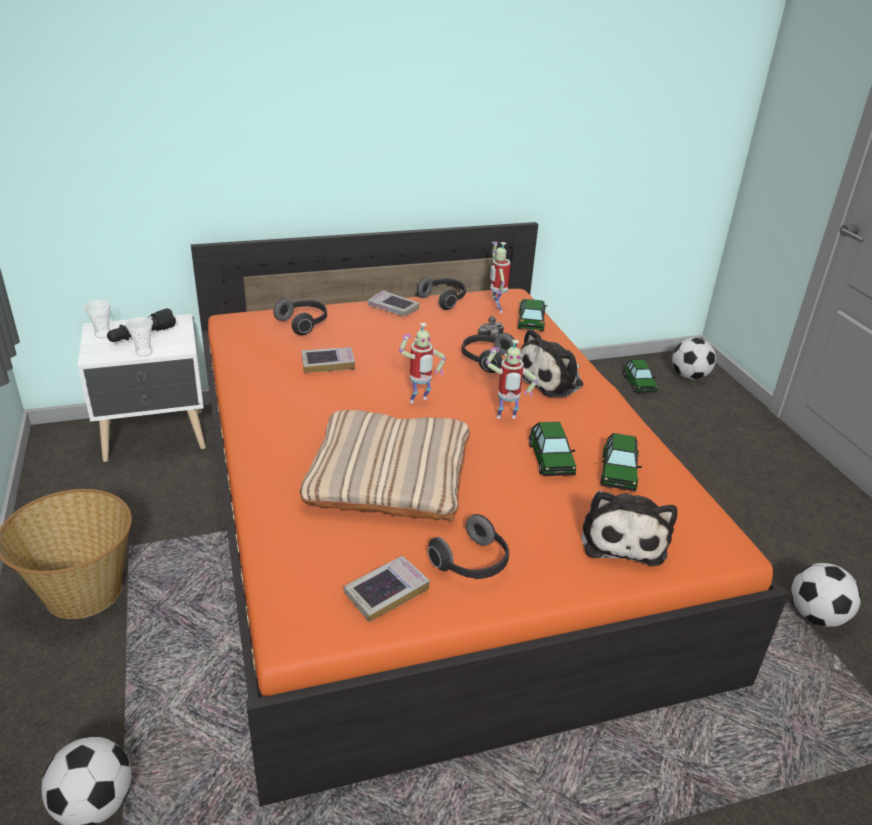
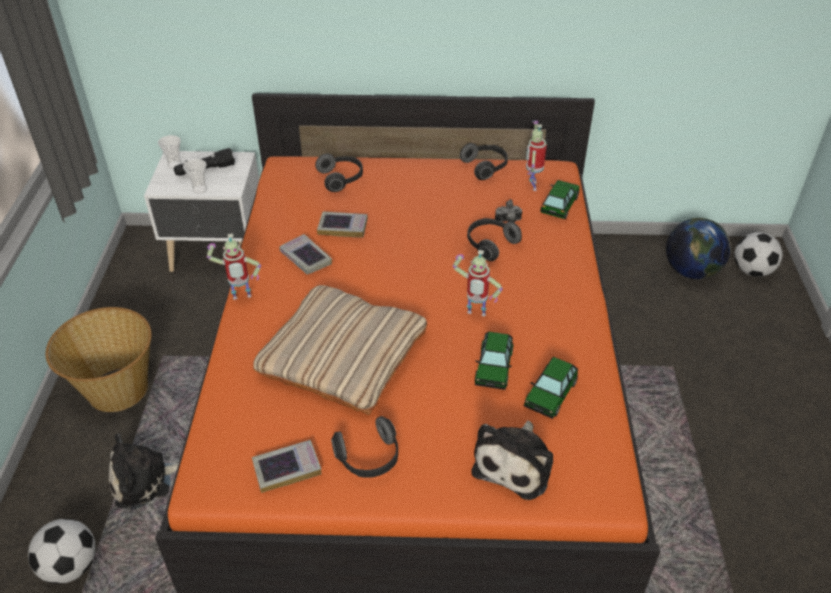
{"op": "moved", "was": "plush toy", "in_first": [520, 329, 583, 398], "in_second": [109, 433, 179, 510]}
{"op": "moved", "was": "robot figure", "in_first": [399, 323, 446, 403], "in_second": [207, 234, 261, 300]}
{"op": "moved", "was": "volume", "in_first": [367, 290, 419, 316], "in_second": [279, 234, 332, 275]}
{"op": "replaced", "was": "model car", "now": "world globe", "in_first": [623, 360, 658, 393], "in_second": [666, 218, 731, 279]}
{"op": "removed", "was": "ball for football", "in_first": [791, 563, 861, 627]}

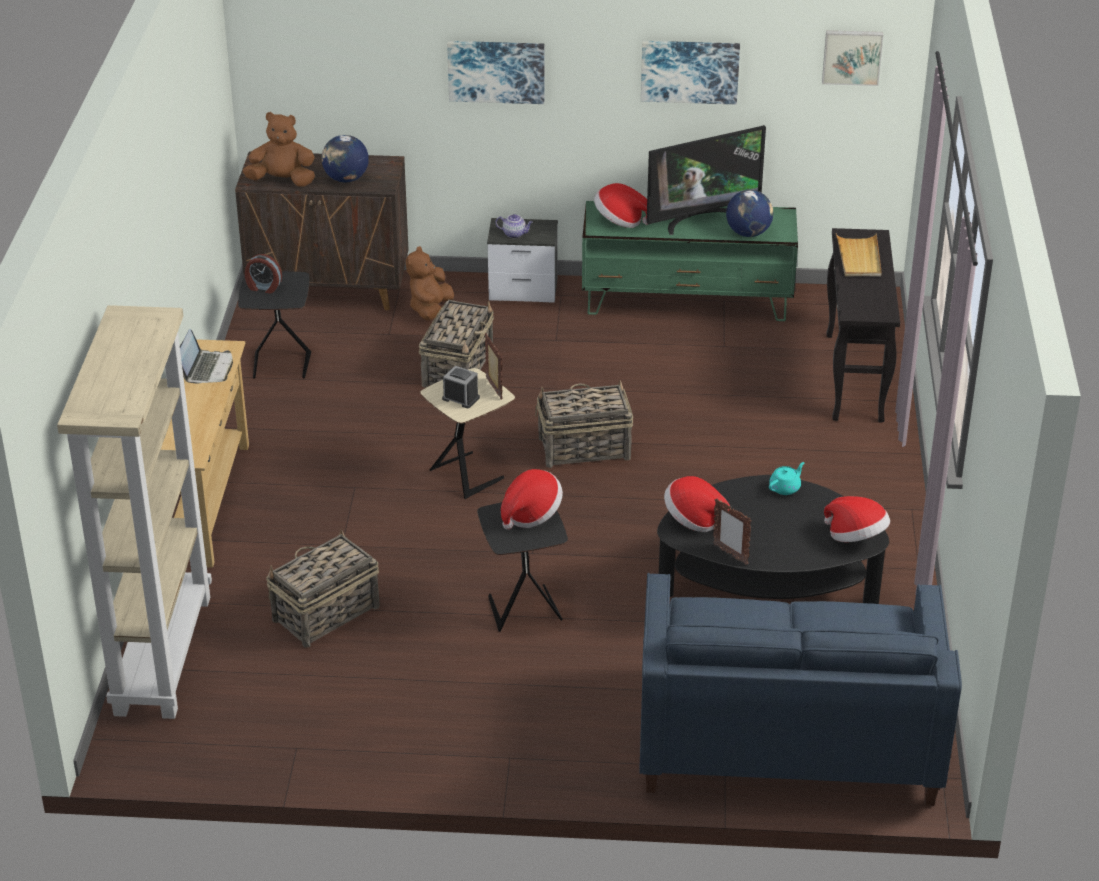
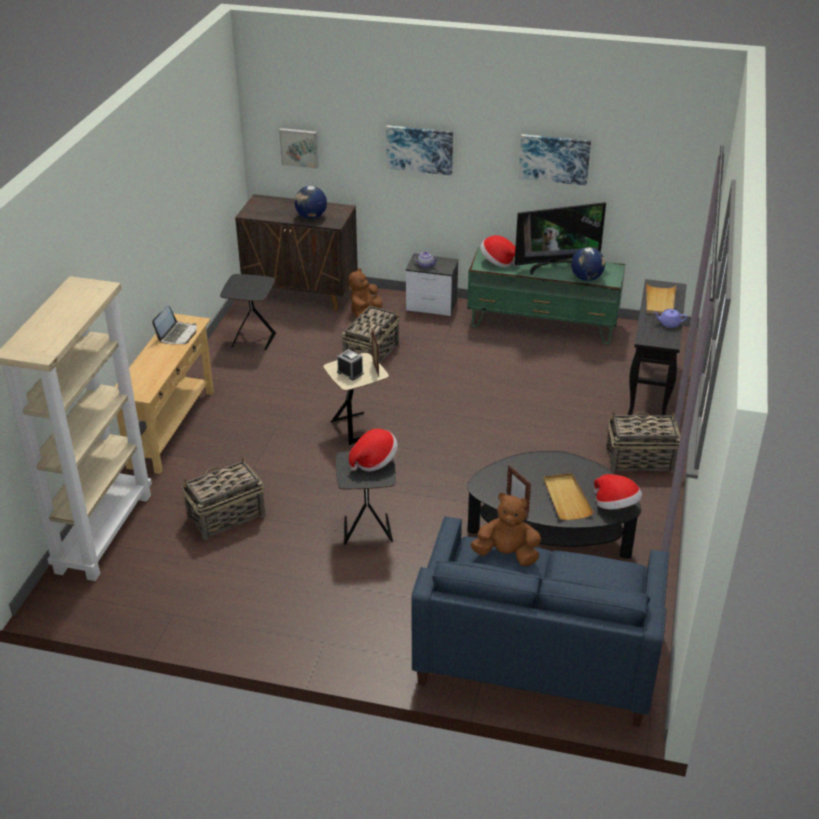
{"op": "moved", "was": "wall picture", "in_first": [822, 30, 883, 86], "in_second": [279, 128, 319, 169]}
{"op": "moved", "was": "brown plush toy", "in_first": [243, 112, 315, 187], "in_second": [470, 493, 541, 566]}
{"op": "added", "now": "beige serving tray", "in_second": [543, 473, 594, 520]}
{"op": "moved", "was": "household basket", "in_first": [535, 380, 633, 468], "in_second": [606, 411, 680, 473]}
{"op": "added", "now": "purplish teapot", "in_second": [653, 309, 687, 328]}
{"op": "removed", "was": "alarm clock", "in_first": [245, 254, 282, 294]}
{"op": "removed", "was": "hat", "in_first": [664, 476, 730, 532]}
{"op": "removed", "was": "blue-green teapot", "in_first": [769, 462, 805, 495]}

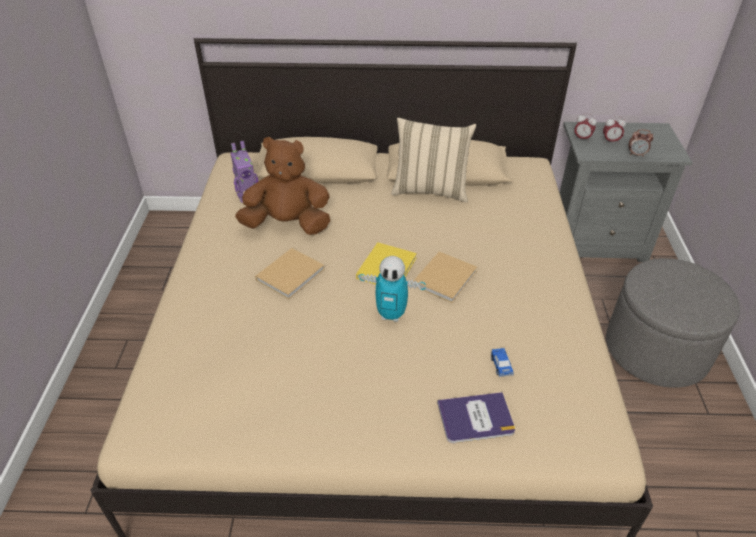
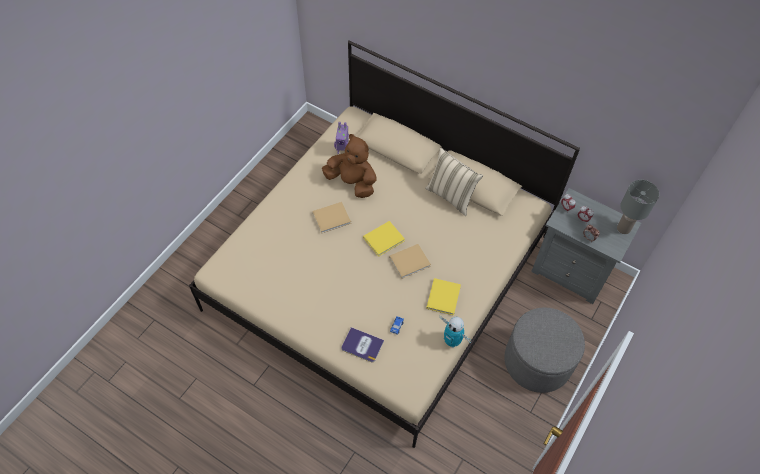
{"op": "added", "now": "yellowish volume", "in_second": [426, 278, 461, 315]}
{"op": "moved", "was": "robot figure", "in_first": [359, 256, 426, 322], "in_second": [439, 316, 472, 348]}
{"op": "added", "now": "gray lamp for a table", "in_second": [617, 180, 659, 234]}

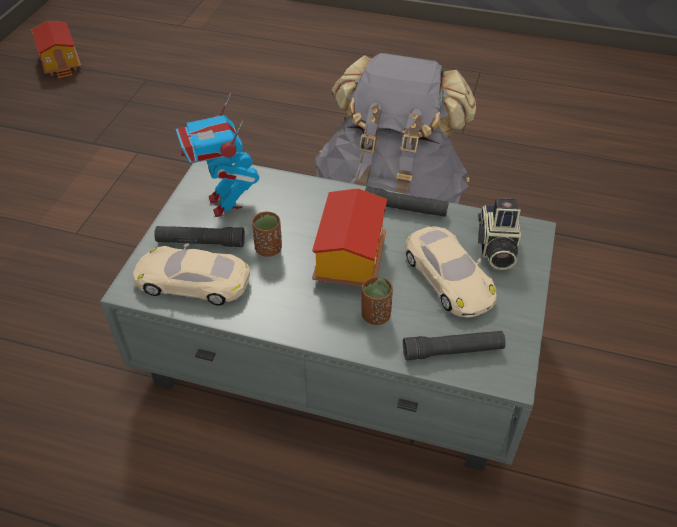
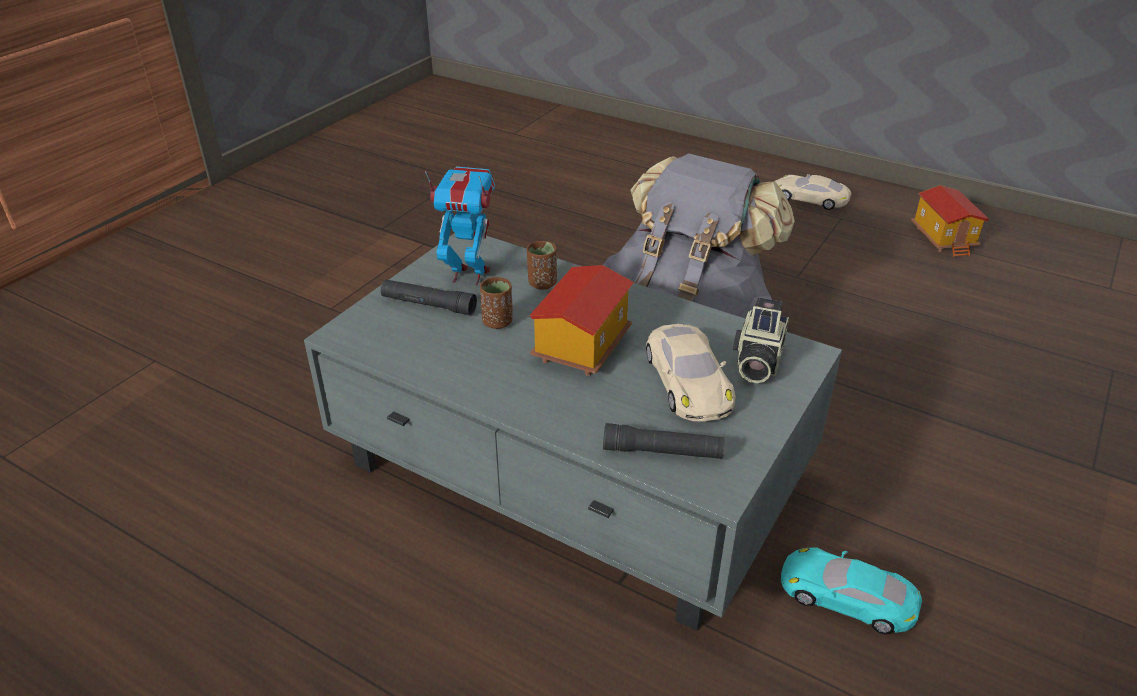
{"op": "turned", "was": "robot figure", "in_first": [176, 93, 259, 217], "in_second": [425, 167, 495, 285], "clockwise": 105}
{"op": "moved", "was": "brown cup", "in_first": [362, 277, 393, 325], "in_second": [527, 241, 557, 290]}
{"op": "moved", "was": "beige model car", "in_first": [133, 244, 250, 306], "in_second": [775, 174, 852, 210]}
{"op": "added", "now": "blue-green model car", "in_second": [781, 548, 922, 634]}
{"op": "moved", "was": "miniature house", "in_first": [32, 21, 81, 78], "in_second": [911, 185, 989, 257]}
{"op": "removed", "was": "black-coloured torch", "in_first": [365, 186, 449, 217]}

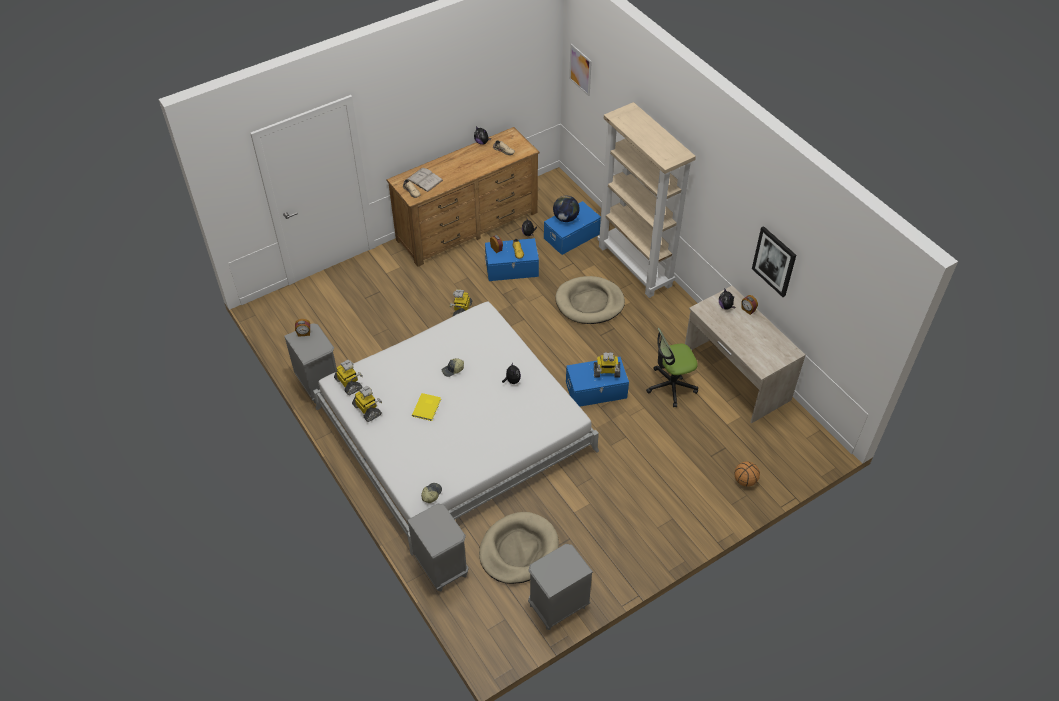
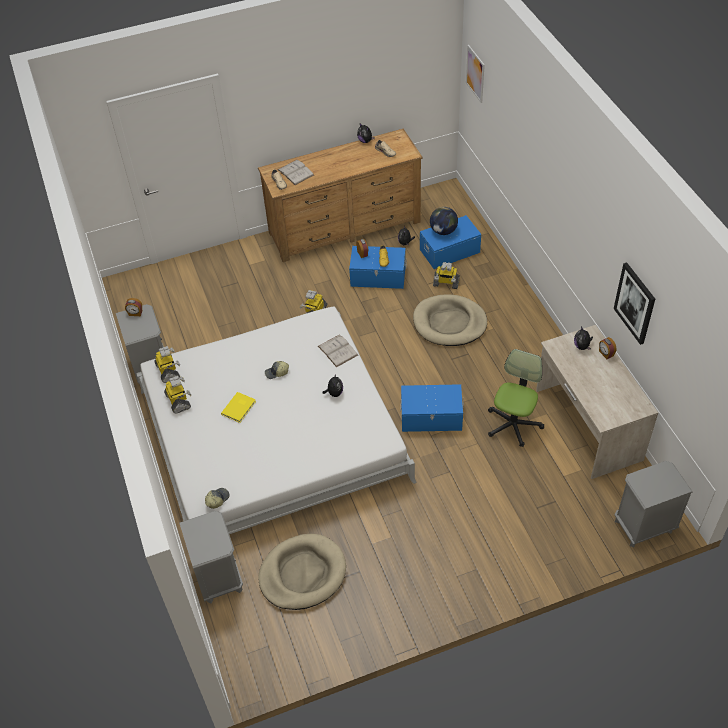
{"op": "added", "now": "white-coloured volume", "in_second": [318, 334, 358, 367]}
{"op": "moved", "was": "robot figure", "in_first": [594, 352, 620, 378], "in_second": [433, 262, 460, 289]}
{"op": "turned", "was": "computer chair", "in_first": [646, 328, 698, 407], "in_second": [488, 349, 544, 447], "clockwise": 120}
{"op": "moved", "was": "gray bedside table", "in_first": [528, 544, 593, 630], "in_second": [614, 461, 693, 547]}
{"op": "removed", "was": "beige shelving unit", "in_first": [597, 102, 696, 298]}
{"op": "removed", "was": "basketball ball", "in_first": [734, 462, 760, 487]}

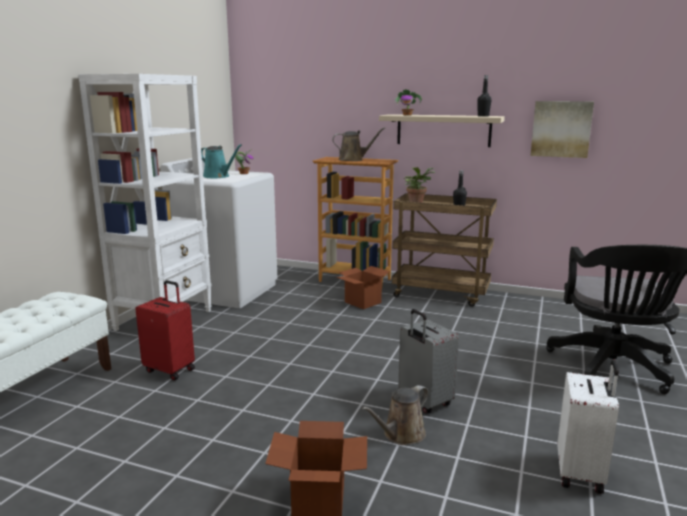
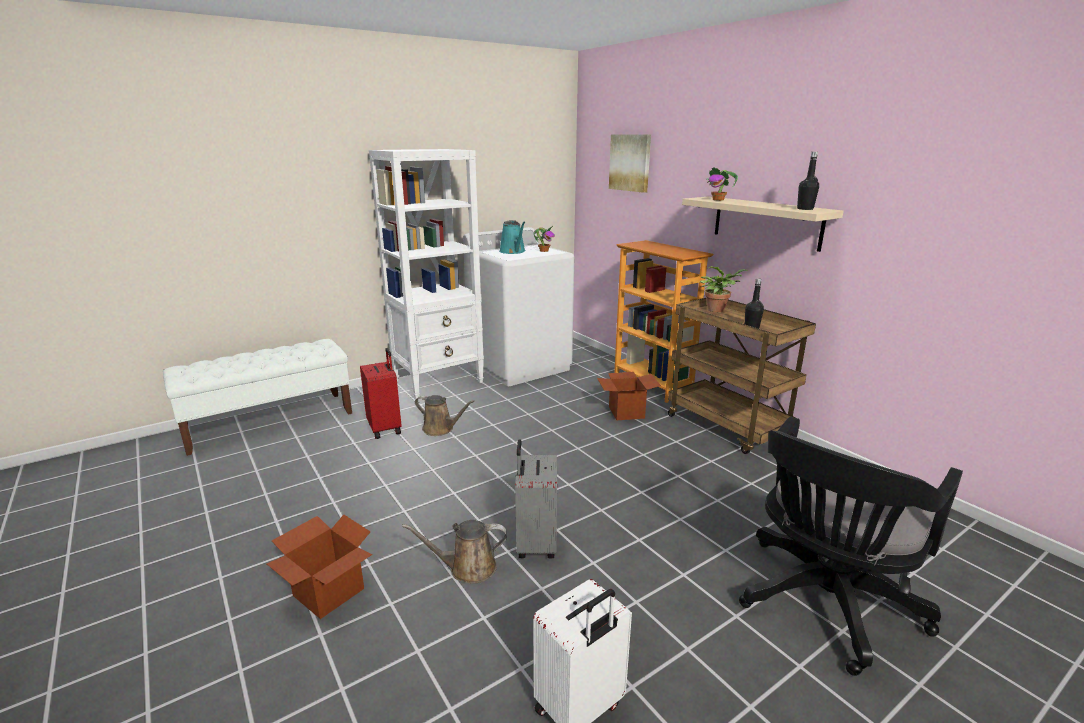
{"op": "moved", "was": "brown watering can", "in_first": [332, 127, 385, 161], "in_second": [415, 395, 474, 436]}
{"op": "moved", "was": "wall picture", "in_first": [531, 101, 594, 158], "in_second": [609, 134, 651, 193]}

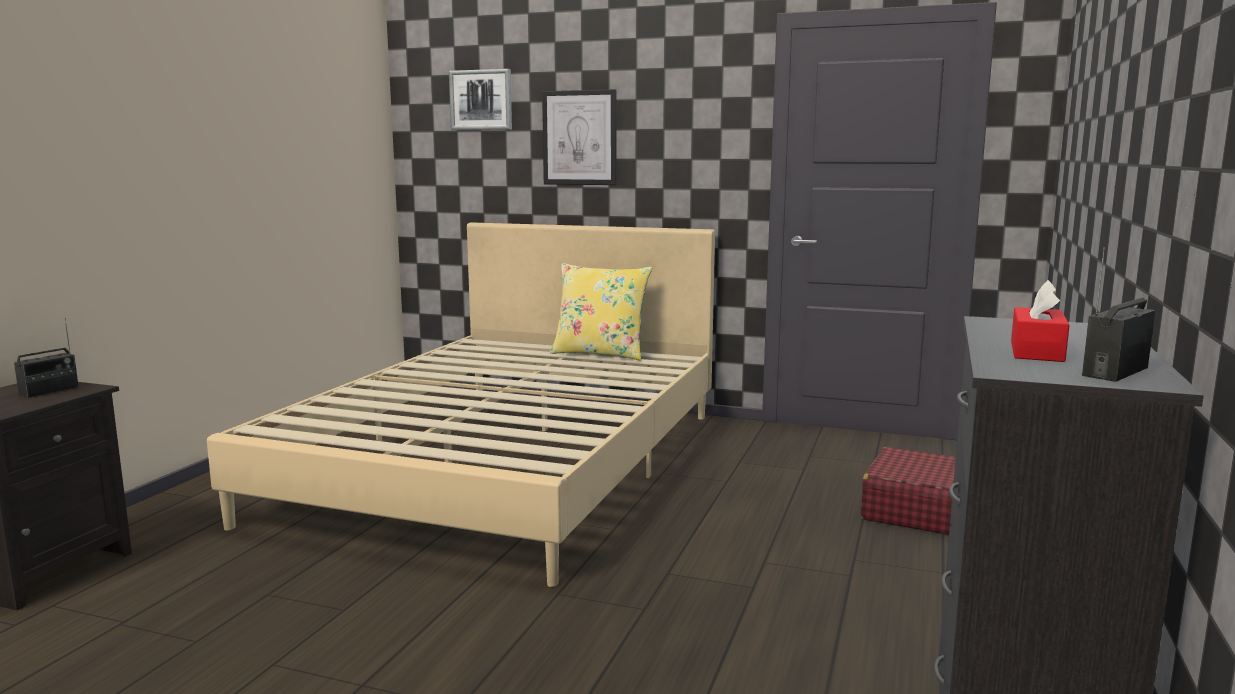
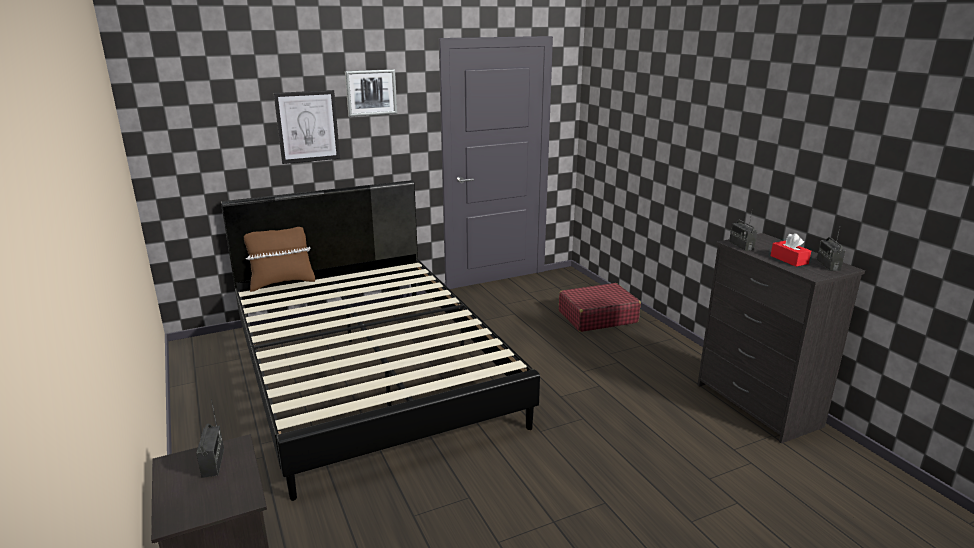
{"op": "recoloured", "was": "beige sleeping bed", "now": "black-coloured sleeping bed", "in_first": [207, 222, 715, 587], "in_second": [221, 180, 540, 501]}
{"op": "added", "now": "brown throw pillow", "in_second": [244, 227, 315, 292]}
{"op": "moved", "was": "wall picture", "in_first": [449, 69, 512, 130], "in_second": [345, 69, 397, 117]}
{"op": "added", "now": "radio", "in_second": [729, 213, 757, 251]}
{"op": "removed", "was": "yellowish throw pillow", "in_first": [550, 263, 652, 361]}

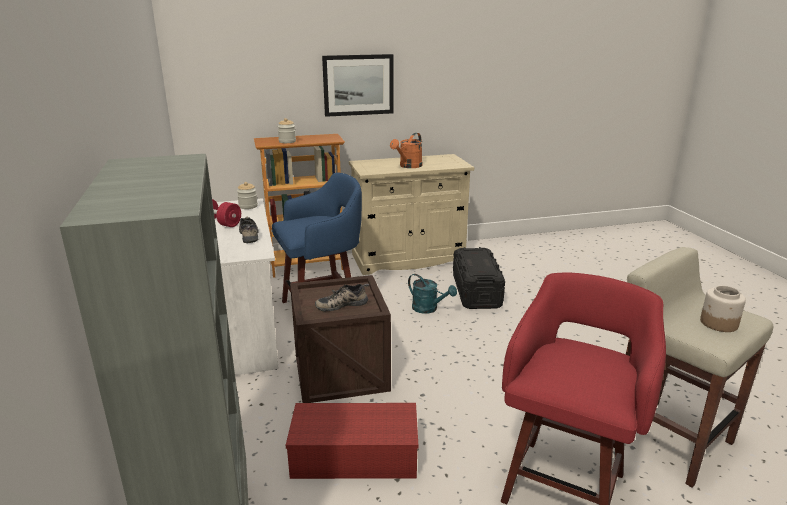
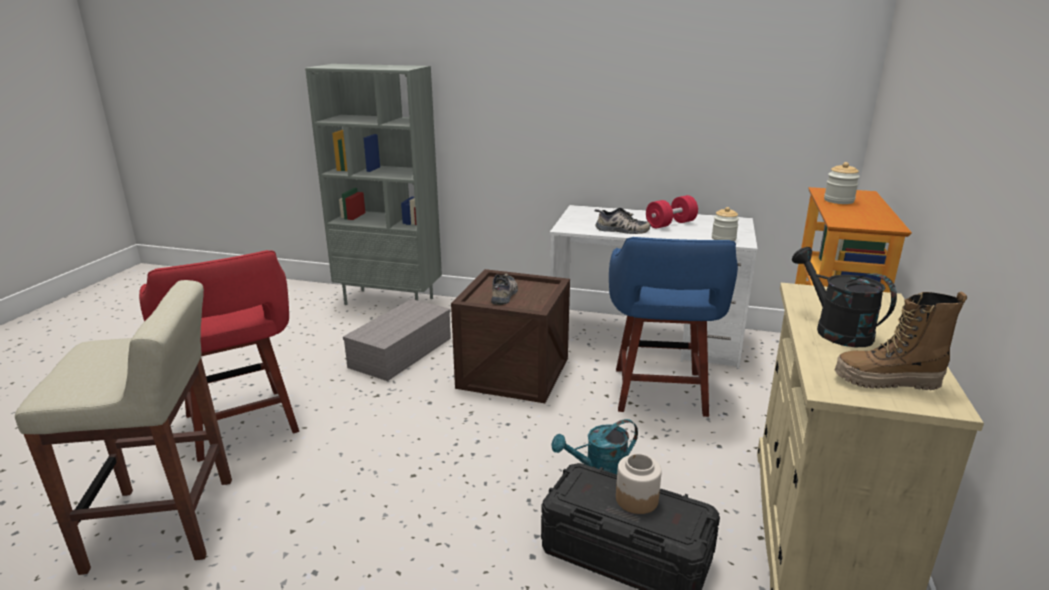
{"op": "recoloured", "was": "red storage bin", "now": "gray storage bin", "in_first": [286, 403, 418, 479], "in_second": [343, 299, 451, 381]}
{"op": "moved", "was": "storage jar", "in_first": [700, 286, 746, 332], "in_second": [616, 454, 662, 514]}
{"op": "recoloured", "was": "orangey watering can", "now": "black-coloured watering can", "in_first": [390, 133, 422, 168], "in_second": [792, 247, 897, 347]}
{"op": "added", "now": "high-top boot", "in_second": [834, 292, 967, 390]}
{"op": "removed", "was": "wall picture", "in_first": [322, 54, 393, 117]}

